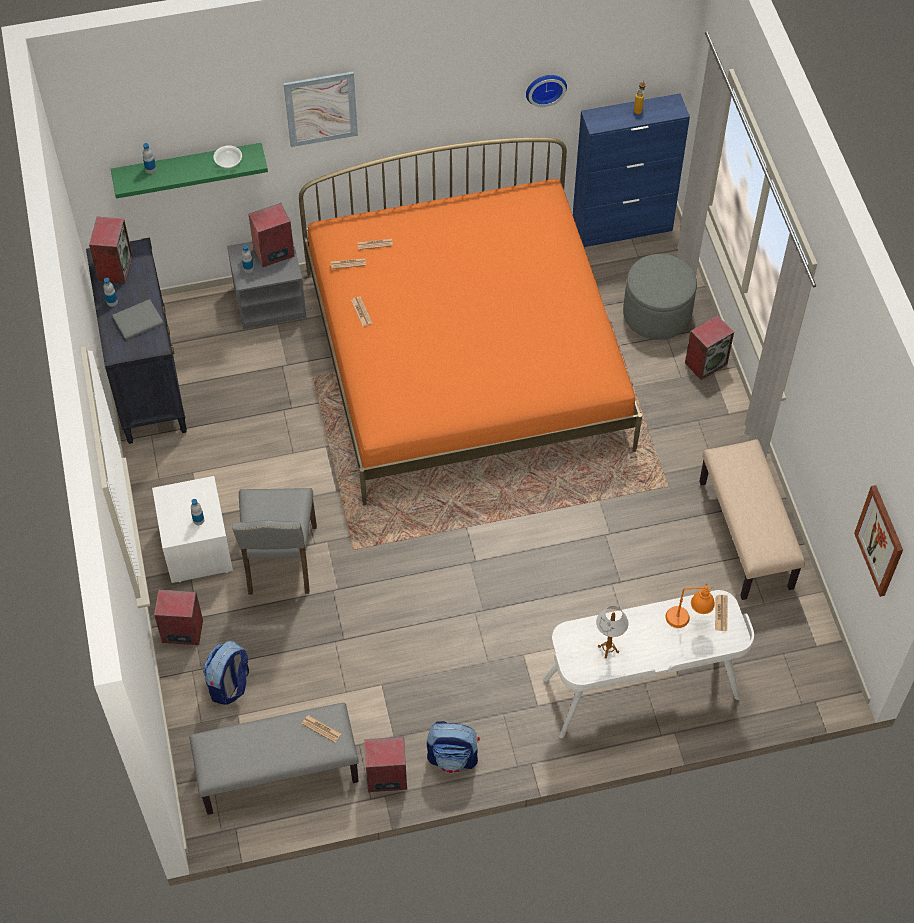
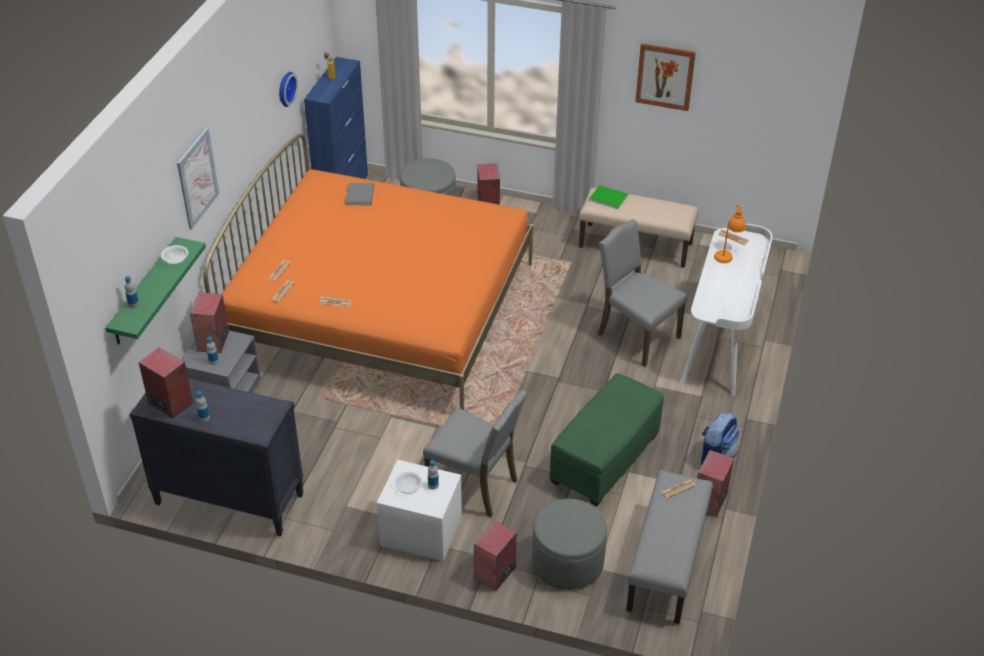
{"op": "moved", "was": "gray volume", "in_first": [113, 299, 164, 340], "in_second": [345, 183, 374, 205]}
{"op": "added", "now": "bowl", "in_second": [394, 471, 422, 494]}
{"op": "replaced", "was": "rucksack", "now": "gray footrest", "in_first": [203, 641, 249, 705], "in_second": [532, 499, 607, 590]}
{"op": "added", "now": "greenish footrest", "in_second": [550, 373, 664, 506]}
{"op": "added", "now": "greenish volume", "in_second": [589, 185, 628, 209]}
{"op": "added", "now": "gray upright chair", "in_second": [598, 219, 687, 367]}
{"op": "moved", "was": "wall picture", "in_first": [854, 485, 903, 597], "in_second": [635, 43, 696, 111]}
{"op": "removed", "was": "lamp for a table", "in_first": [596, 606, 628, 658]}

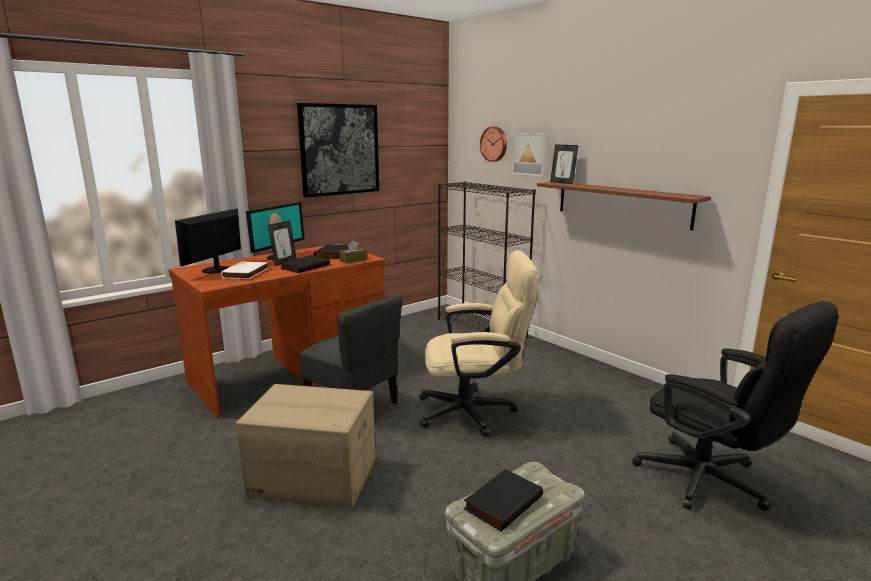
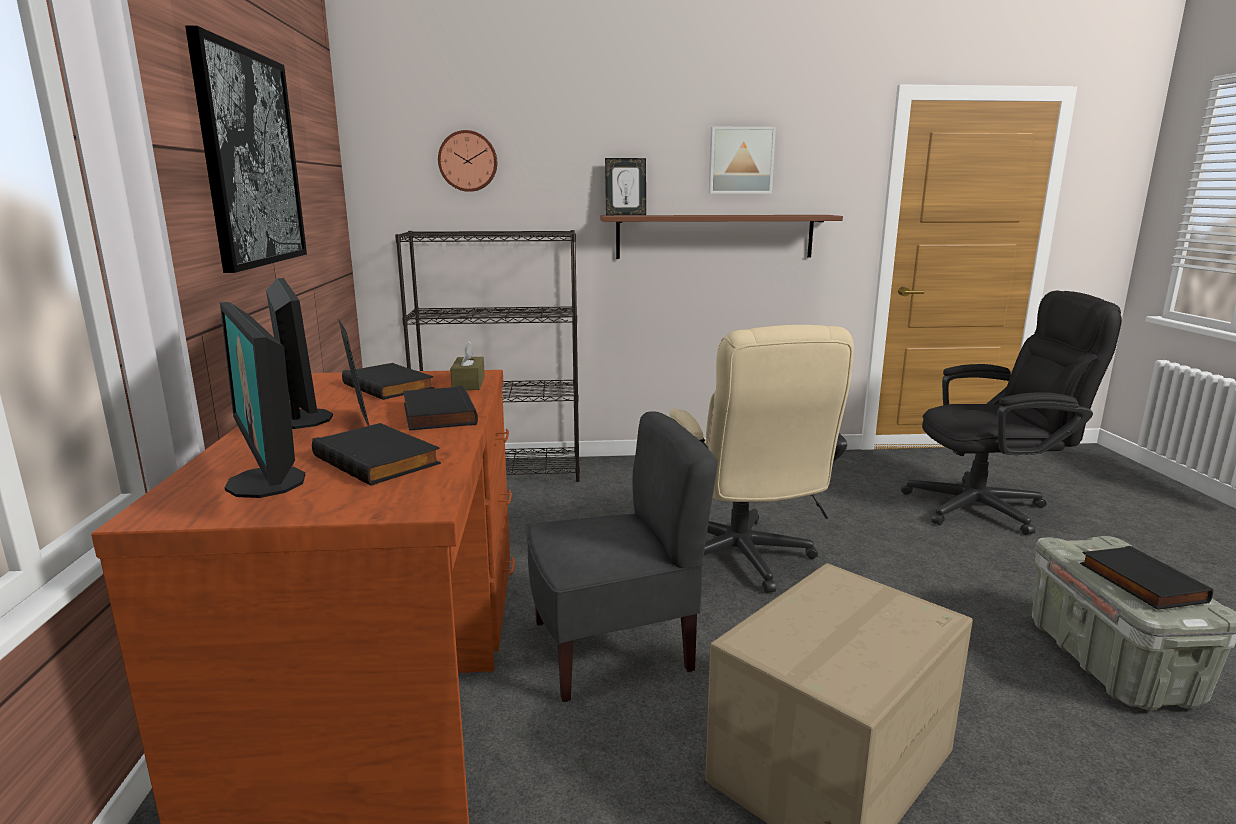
{"op": "recoloured", "was": "white-coloured volume", "now": "black-coloured volume", "in_first": [221, 261, 268, 279], "in_second": [312, 423, 441, 486]}
{"op": "turned", "was": "beige computer chair", "in_first": [419, 250, 539, 437], "in_second": [670, 325, 854, 593], "clockwise": 135}
{"op": "moved", "was": "wall picture", "in_first": [512, 133, 548, 177], "in_second": [709, 127, 776, 194]}

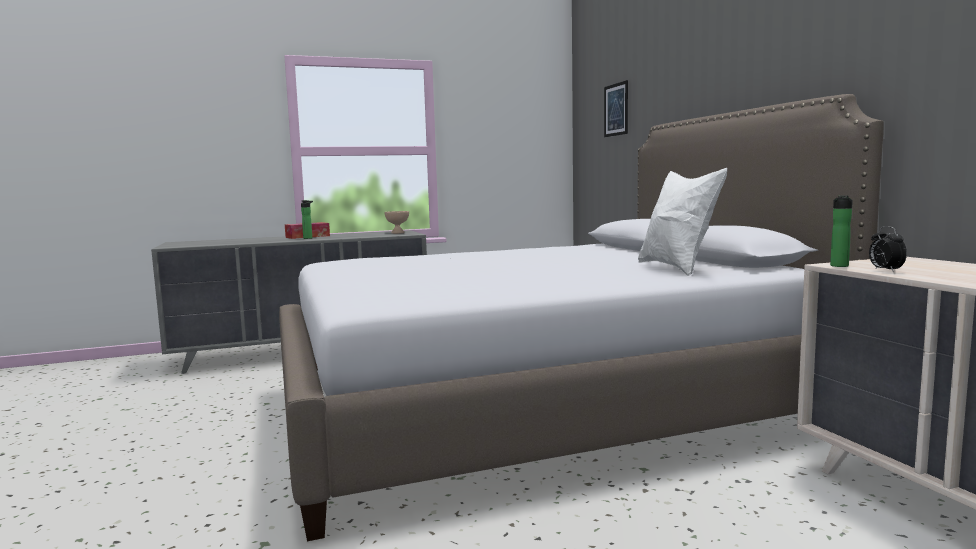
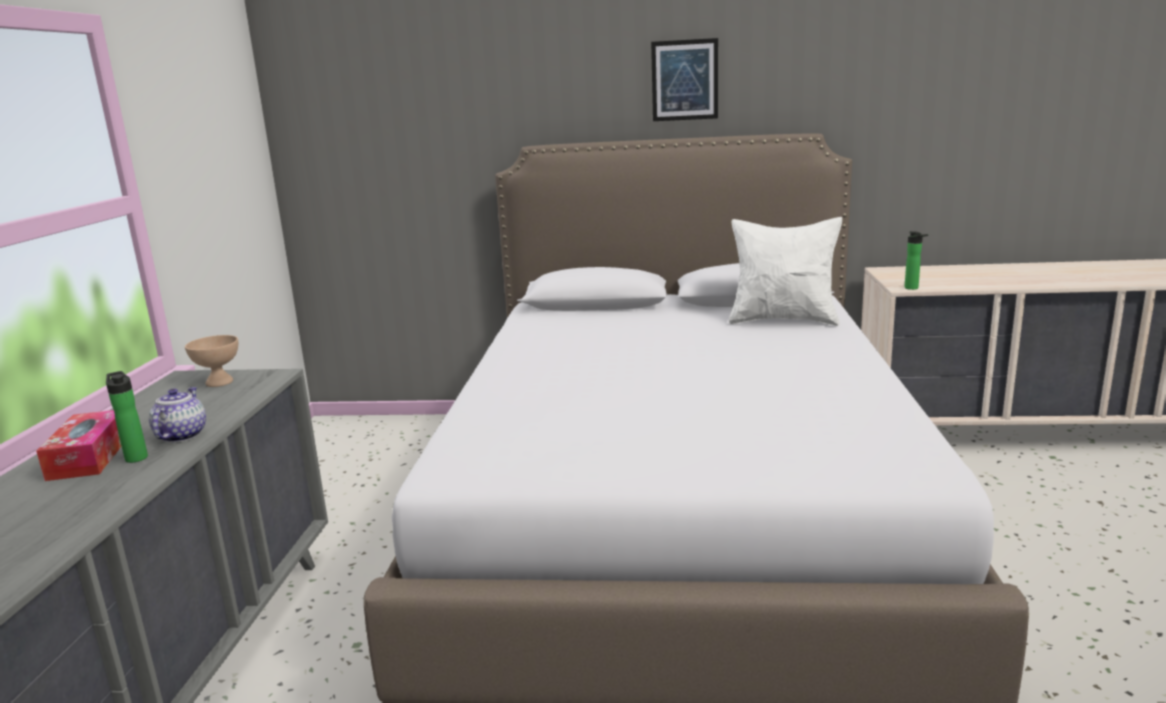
{"op": "added", "now": "teapot", "in_second": [149, 387, 206, 443]}
{"op": "moved", "was": "wall picture", "in_first": [604, 80, 628, 137], "in_second": [651, 38, 718, 121]}
{"op": "removed", "was": "alarm clock", "in_first": [869, 226, 907, 272]}

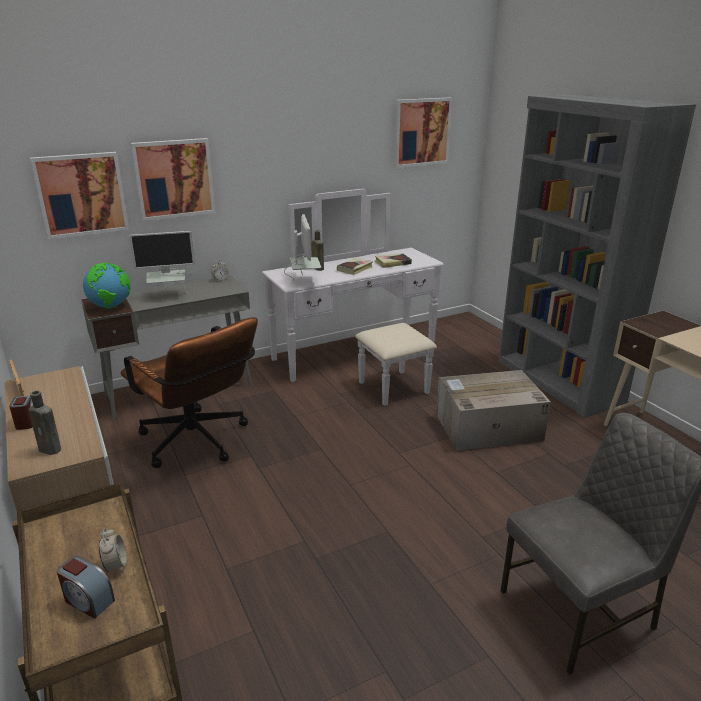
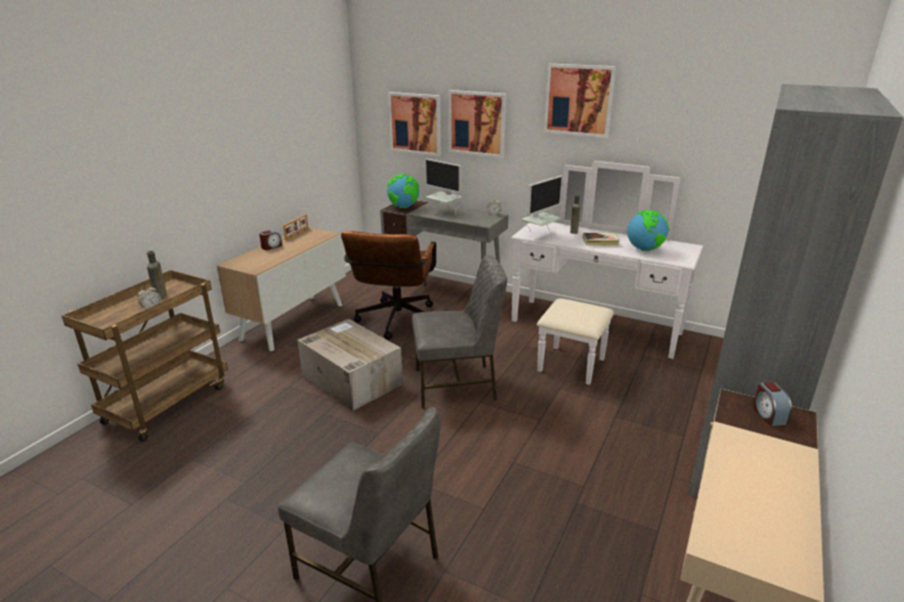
{"op": "moved", "was": "brown bottle", "in_first": [29, 391, 61, 455], "in_second": [147, 251, 167, 299]}
{"op": "moved", "was": "packing box", "in_first": [436, 370, 551, 451], "in_second": [297, 319, 403, 411]}
{"op": "added", "now": "gray upright chair", "in_second": [412, 255, 507, 408]}
{"op": "moved", "was": "wall picture", "in_first": [394, 98, 453, 168], "in_second": [544, 64, 616, 138]}
{"op": "replaced", "was": "volume", "now": "world globe", "in_first": [375, 253, 412, 268], "in_second": [627, 210, 669, 251]}
{"op": "moved", "was": "alarm clock", "in_first": [57, 556, 115, 619], "in_second": [753, 381, 792, 426]}

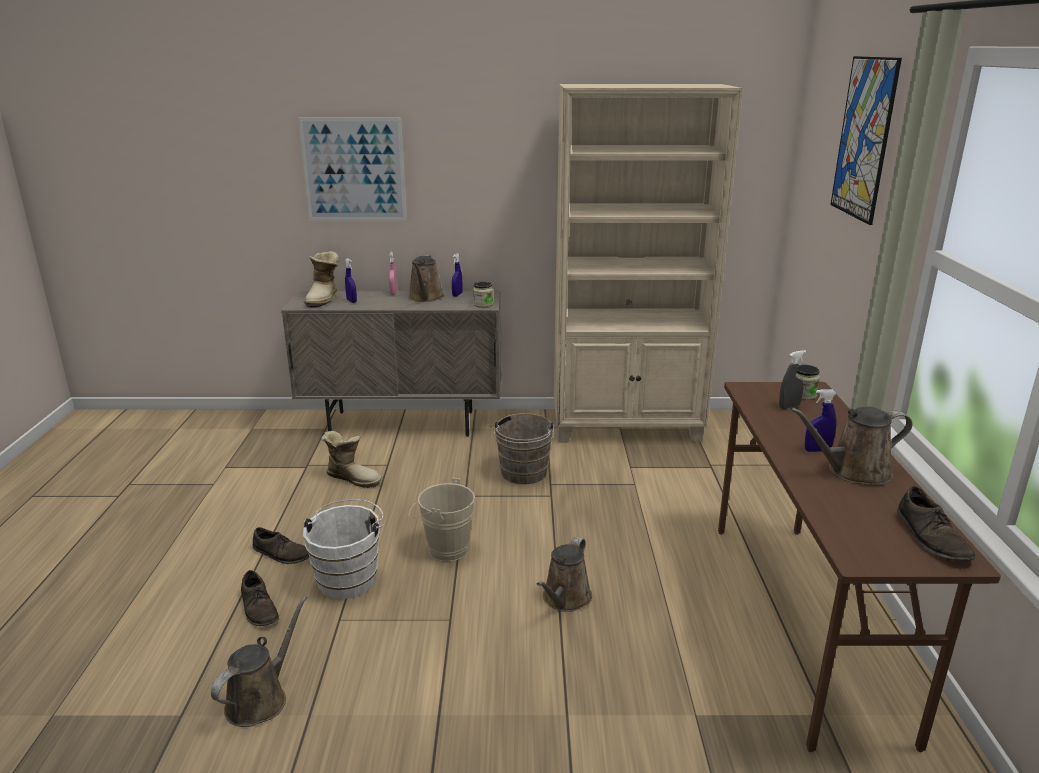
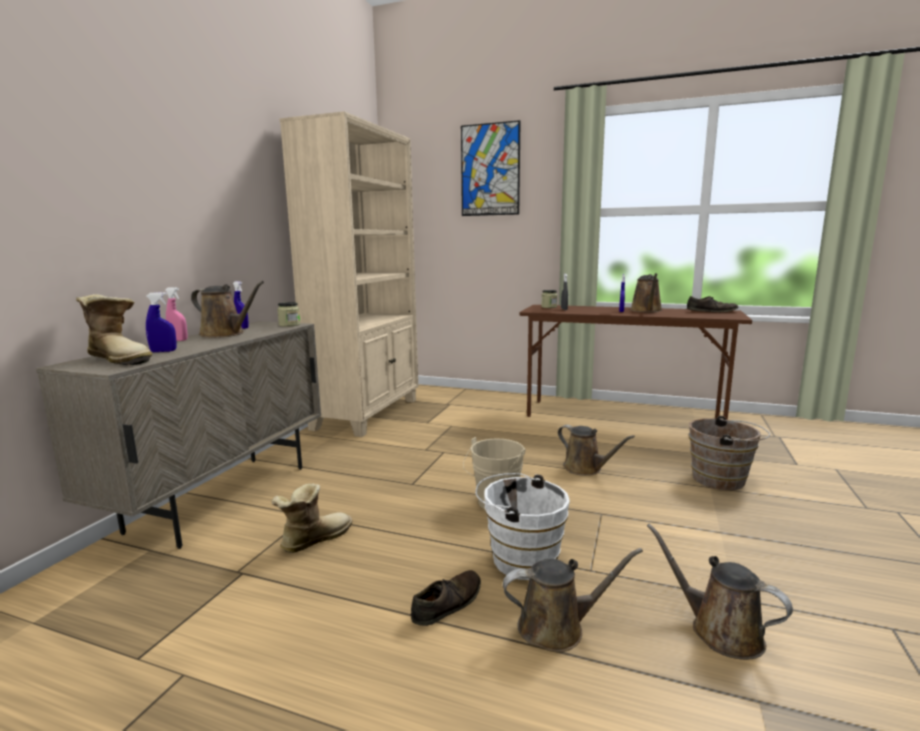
{"op": "replaced", "was": "brown shoe", "now": "brown watering can", "in_first": [241, 570, 279, 626], "in_second": [503, 548, 643, 652]}
{"op": "moved", "was": "brown bucket", "in_first": [490, 413, 556, 484], "in_second": [689, 416, 770, 490]}
{"op": "removed", "was": "wall picture", "in_first": [298, 118, 407, 220]}

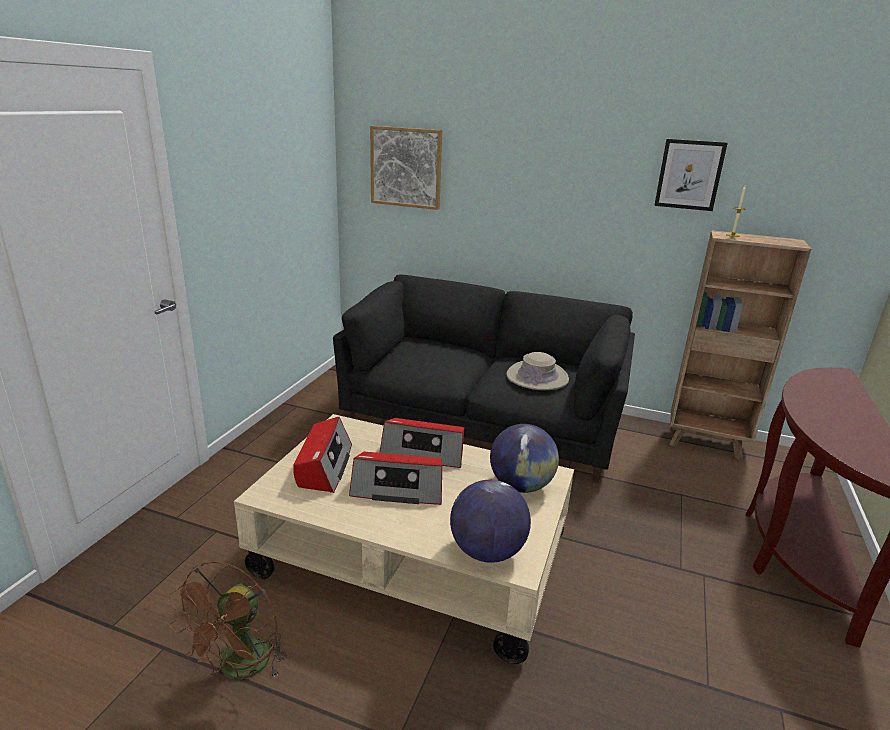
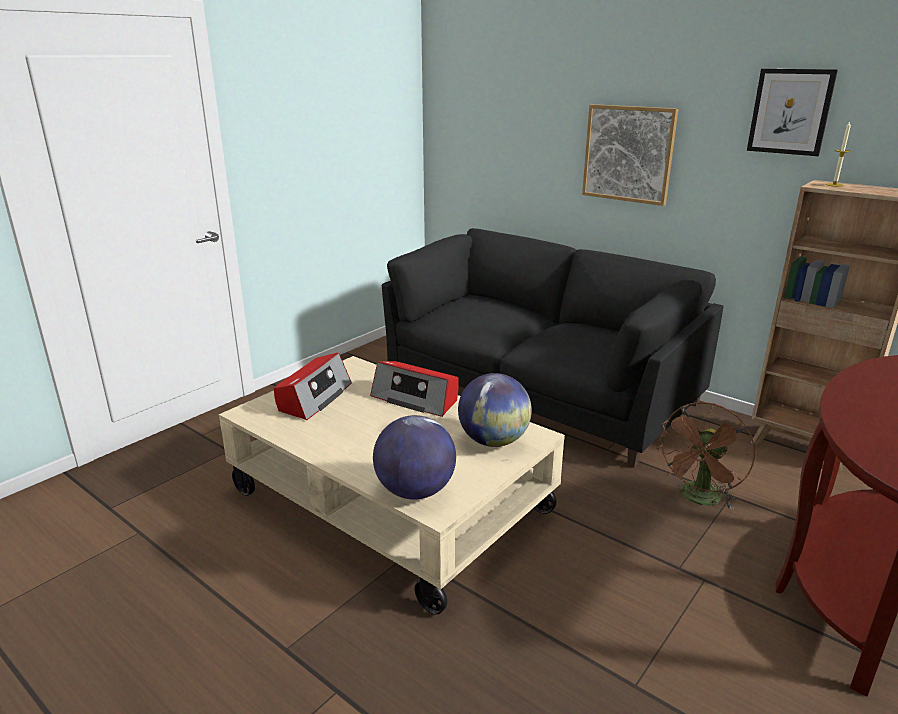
{"op": "moved", "was": "wall picture", "in_first": [370, 126, 442, 210], "in_second": [582, 104, 678, 206]}
{"op": "moved", "was": "brown electric fan", "in_first": [169, 561, 287, 679], "in_second": [656, 402, 756, 510]}
{"op": "removed", "was": "radio", "in_first": [349, 452, 442, 505]}
{"op": "removed", "was": "beige hat", "in_first": [506, 352, 569, 390]}

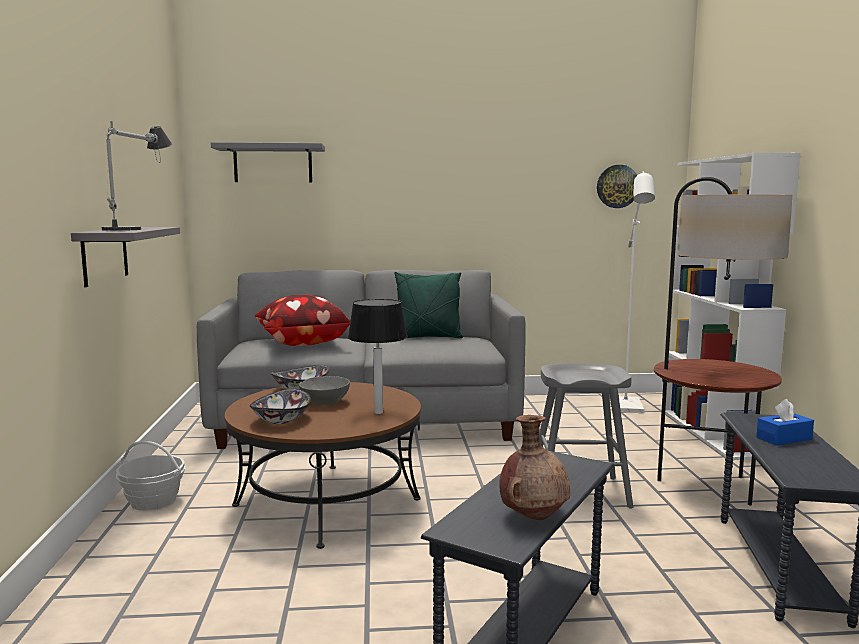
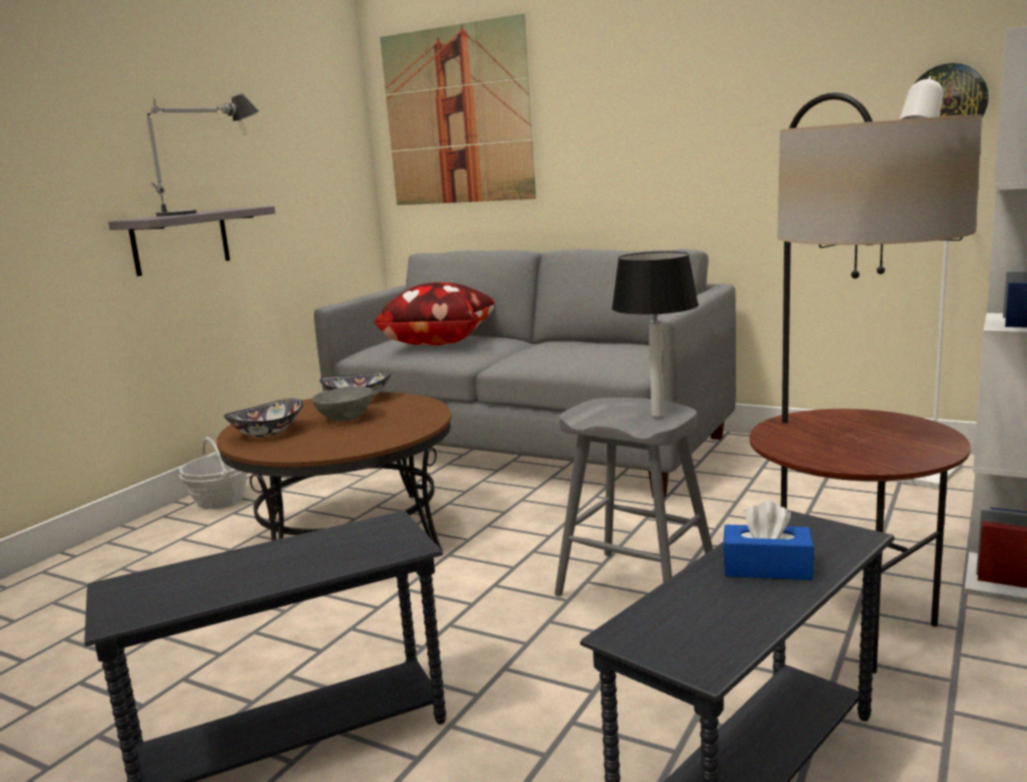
{"op": "replaced", "was": "gray wall shelf", "now": "wall picture", "in_first": [211, 142, 325, 182], "in_second": [380, 13, 536, 205]}
{"op": "moved", "was": "lamp for a table", "in_first": [348, 299, 407, 414], "in_second": [612, 251, 699, 417]}
{"op": "removed", "was": "greenish throw pillow", "in_first": [395, 272, 463, 338]}
{"op": "removed", "was": "brown vase", "in_first": [499, 415, 571, 520]}

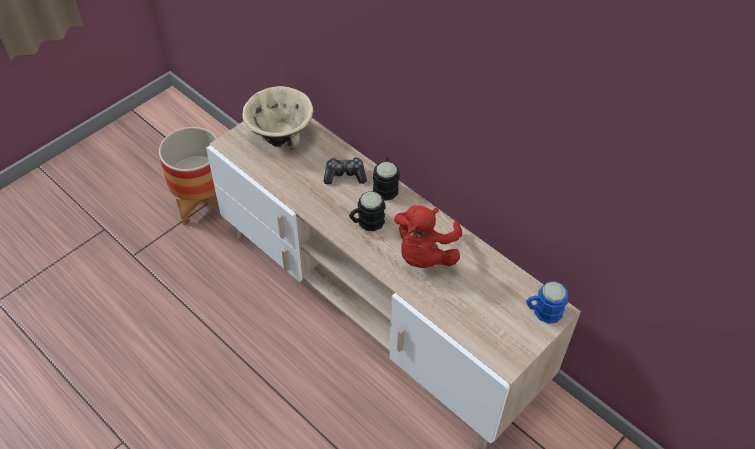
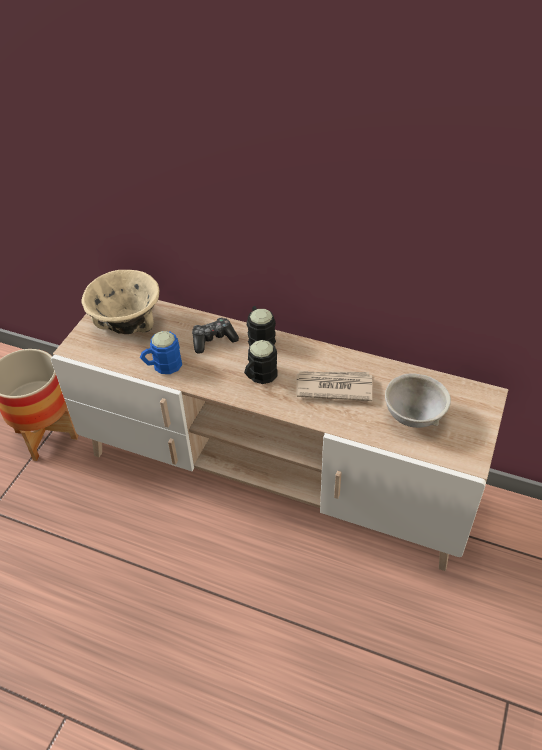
{"op": "moved", "was": "bluish tea mug", "in_first": [526, 281, 568, 324], "in_second": [140, 331, 182, 374]}
{"op": "replaced", "was": "red plush toy", "now": "printed paper", "in_first": [394, 205, 462, 268], "in_second": [296, 371, 372, 401]}
{"op": "added", "now": "gray bowl", "in_second": [385, 373, 451, 428]}

